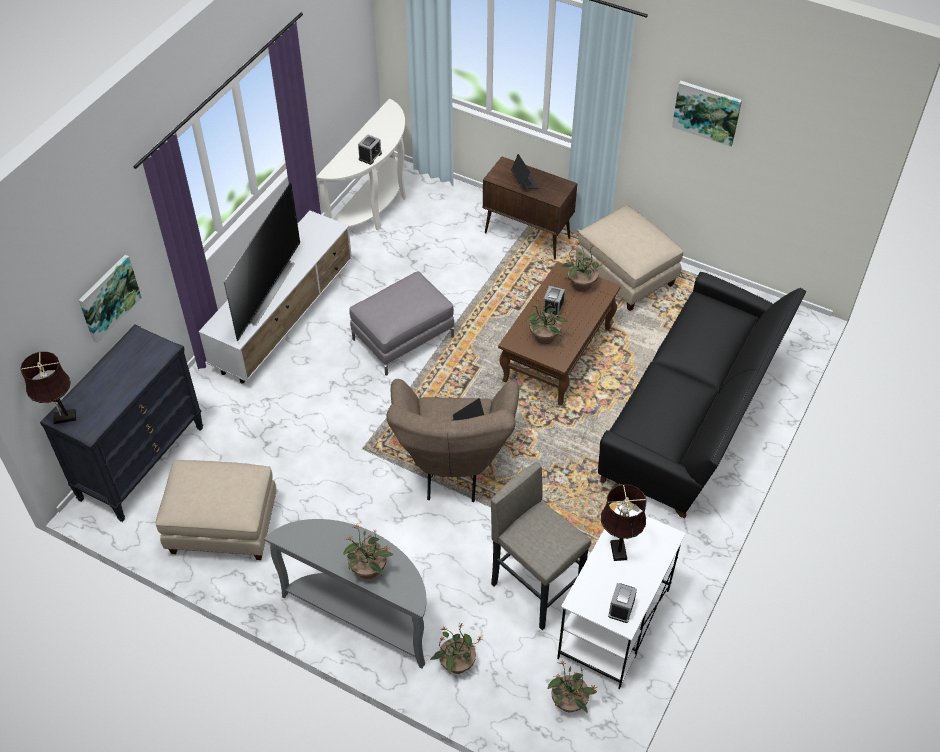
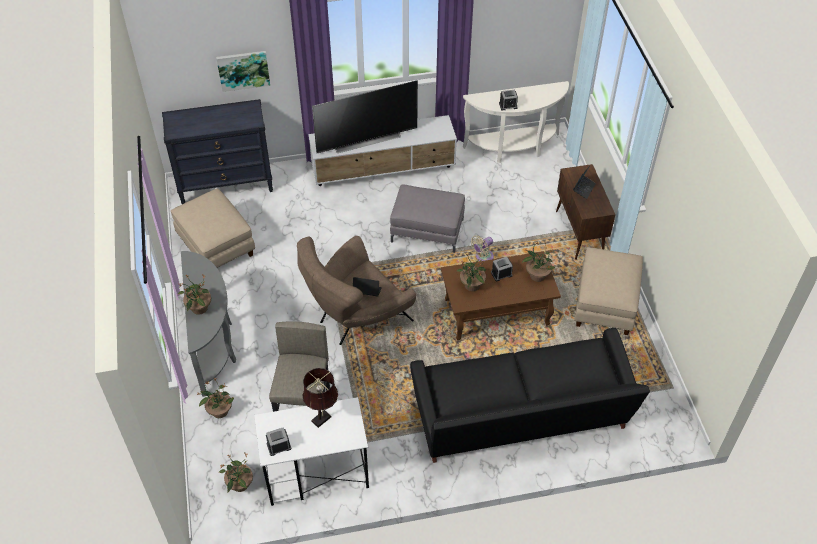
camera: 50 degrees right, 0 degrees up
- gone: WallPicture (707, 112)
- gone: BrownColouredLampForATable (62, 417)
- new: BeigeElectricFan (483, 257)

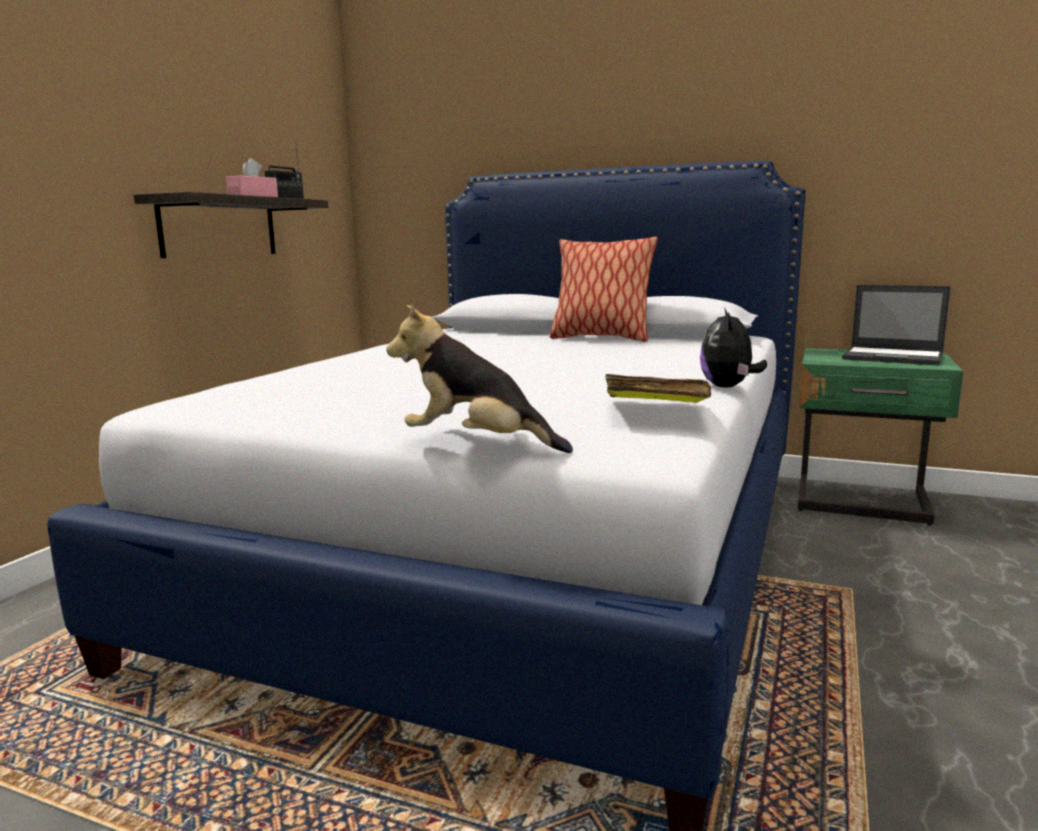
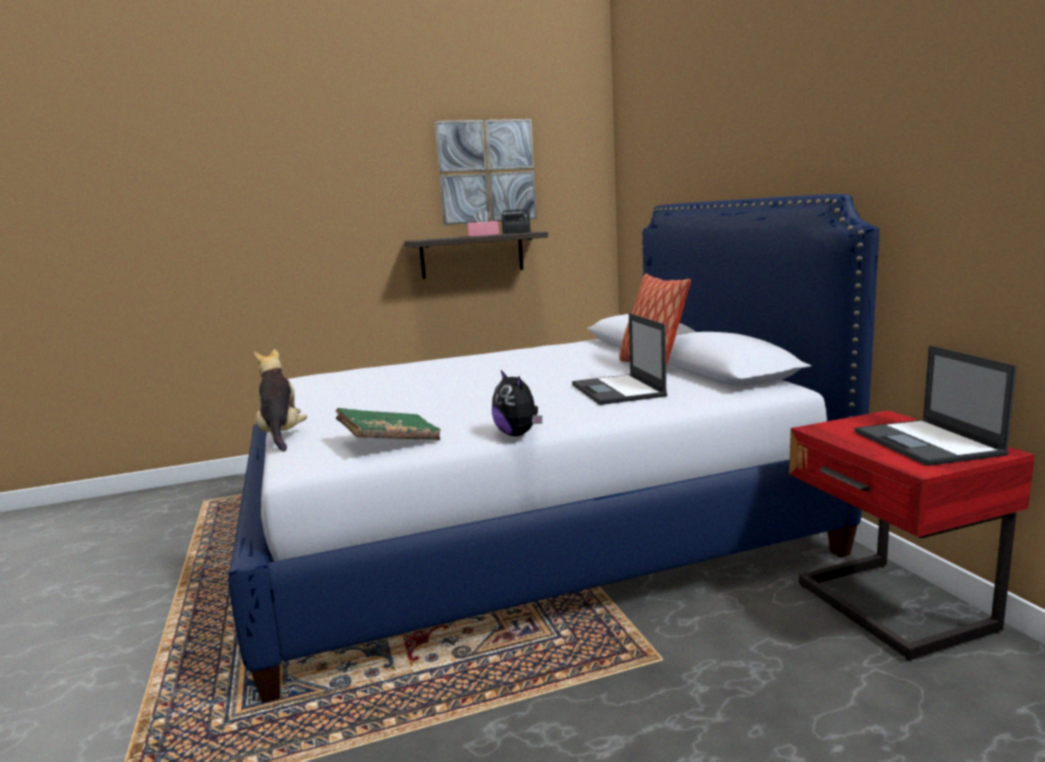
camera: 50 degrees right, 0 degrees up
- rotated: SoftToy (728, 387) = (518, 434) 90 degrees counterclockwise
- repainted: GreenBedsideTable (862, 504) to RedBedsideTable (890, 609)
- repainted: YellowishBoundBook (654, 414) to GreenBoundBook (390, 441)
- new: WallPicture (486, 172)
- new: Laptop (618, 390)

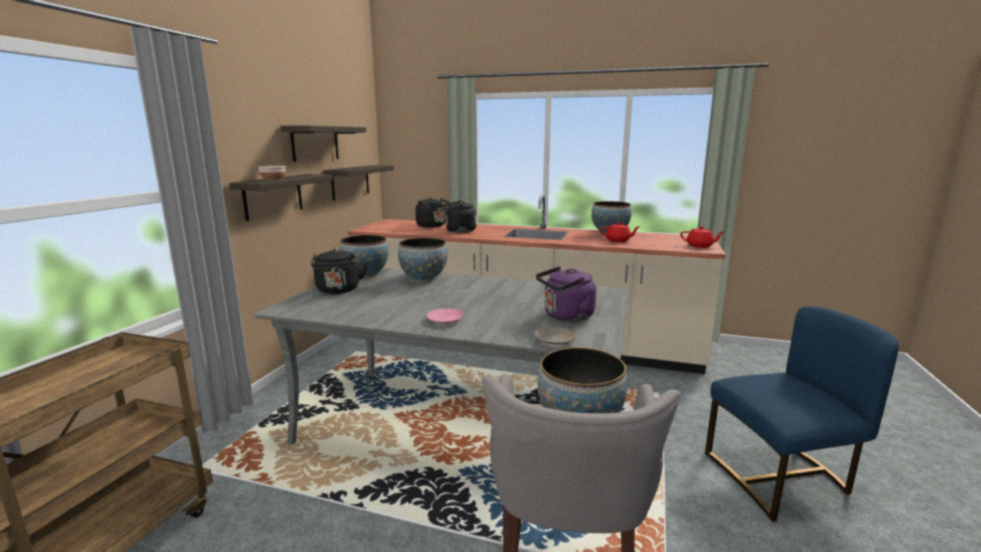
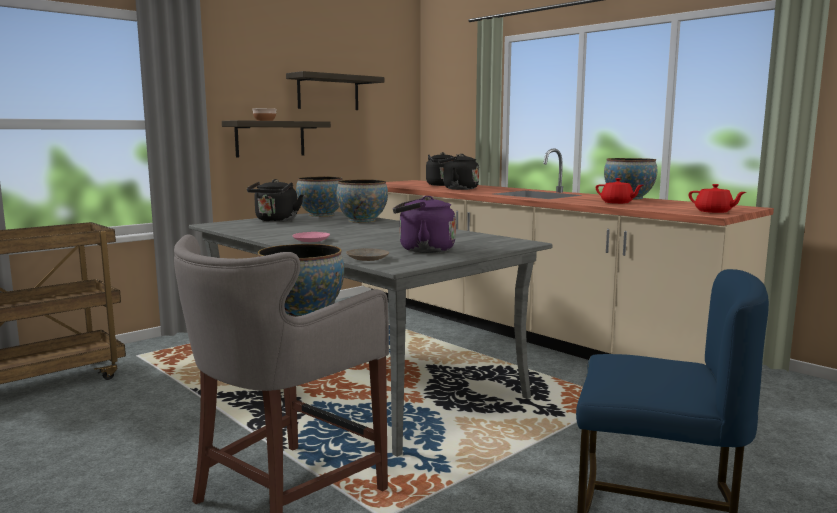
camera: 30 degrees right, 5 degrees down
- gone: WallShelf (350, 182)

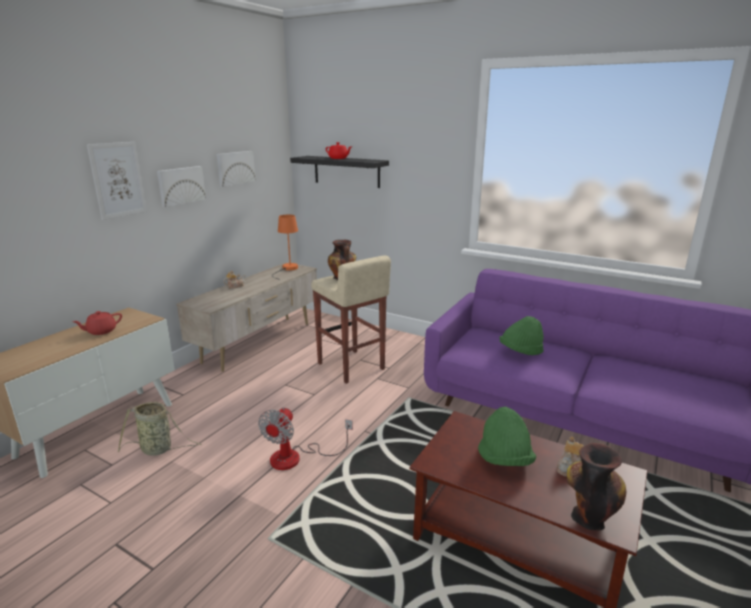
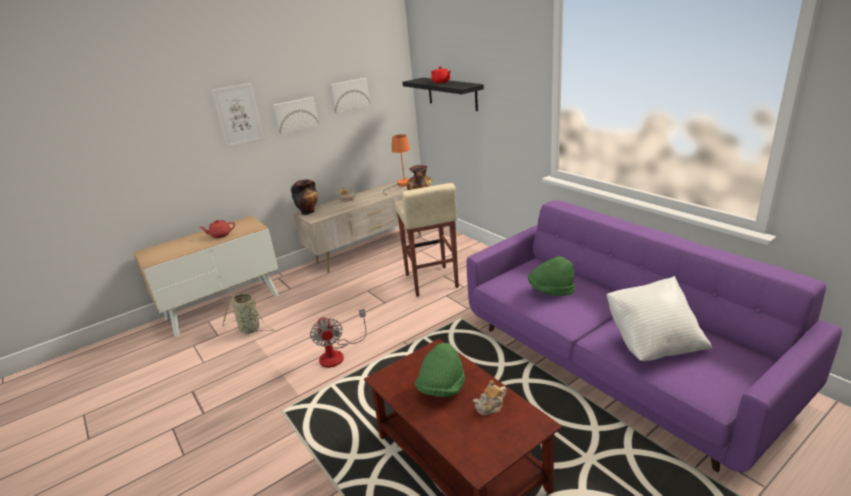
camera: 25 degrees right, 5 degrees up
- rotated: ElectricFan (296, 457) = (338, 354) 60 degrees counterclockwise
- shifted: DecorativeVase (588, 516) to (308, 211)
- new: WhitishCushion (653, 342)

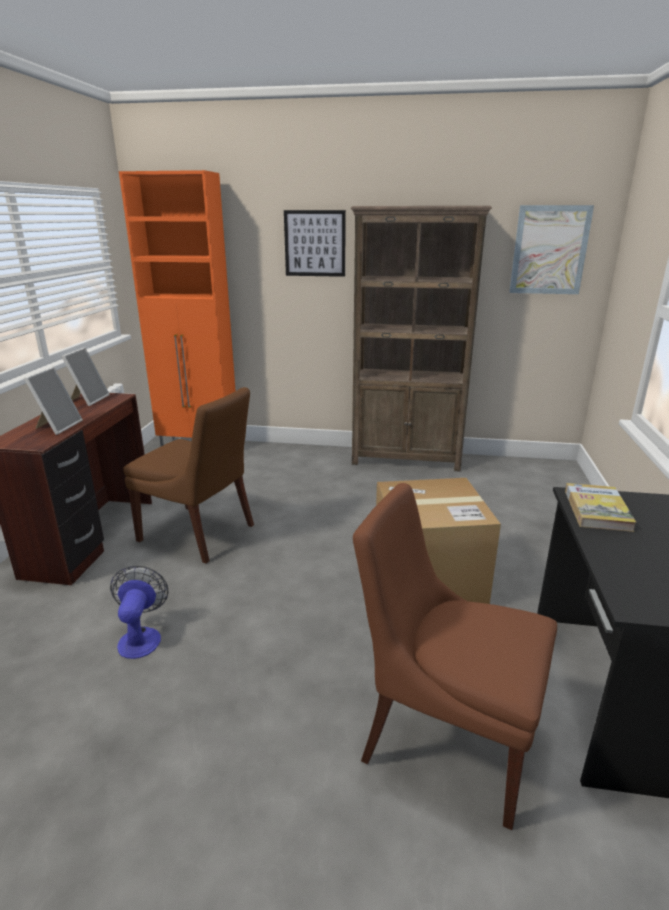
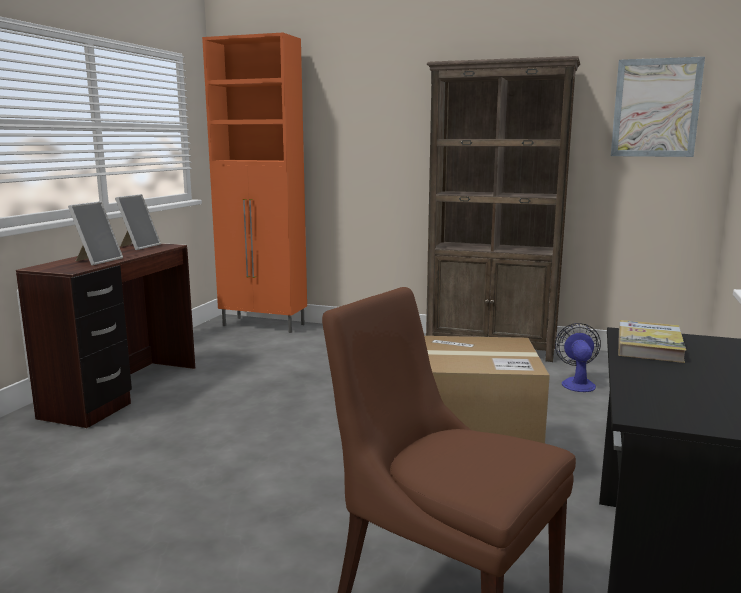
camera: 10 degrees right, 10 degrees down
- gone: WallPicture (315, 243)
- gone: BrownColouredPlainChair (200, 534)
- shifted: ElectricFan (141, 637) to (577, 383)

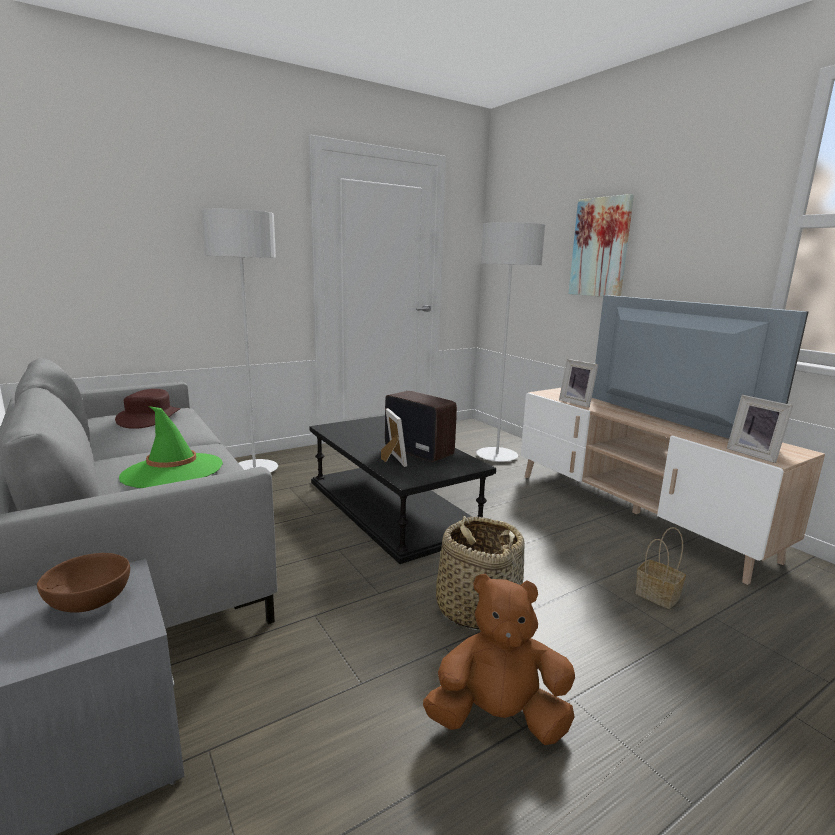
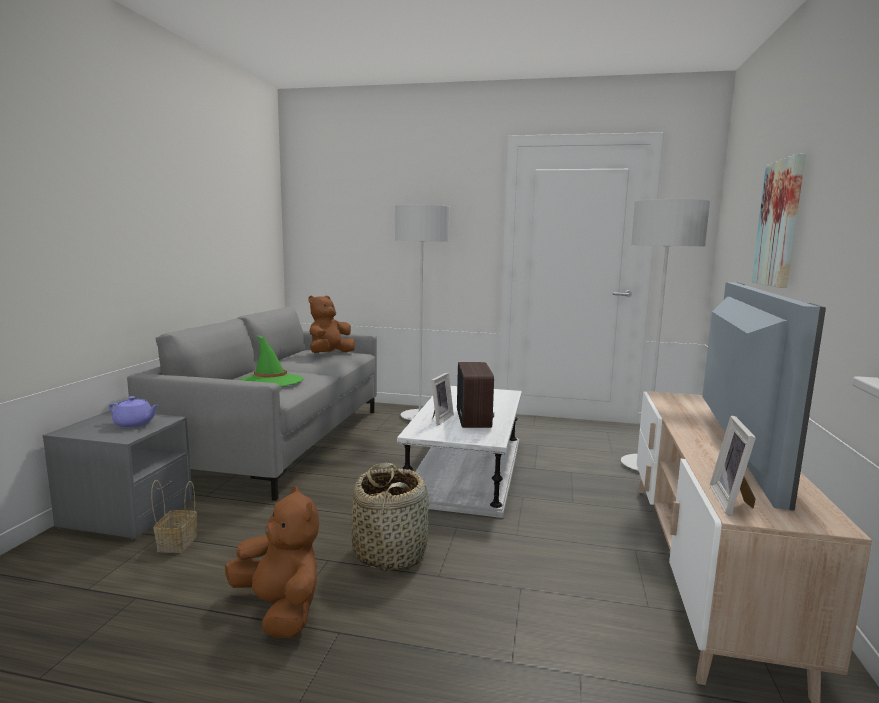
camera: 45 degrees right, 5 degrees down
- gone: PictureFrame (577, 403)
- swapped: BrownColouredClothingHat (149, 418) to BrownColouredSoftToy (329, 354)
- repainted: BlackColouredCoffeeTable (391, 506) to WhitishCoffeeTable (466, 469)
- shifted: HouseholdBasket (655, 595) to (177, 542)
- swapped: BrownColouredServingBowl (87, 603) to PurplePotForTea (135, 424)

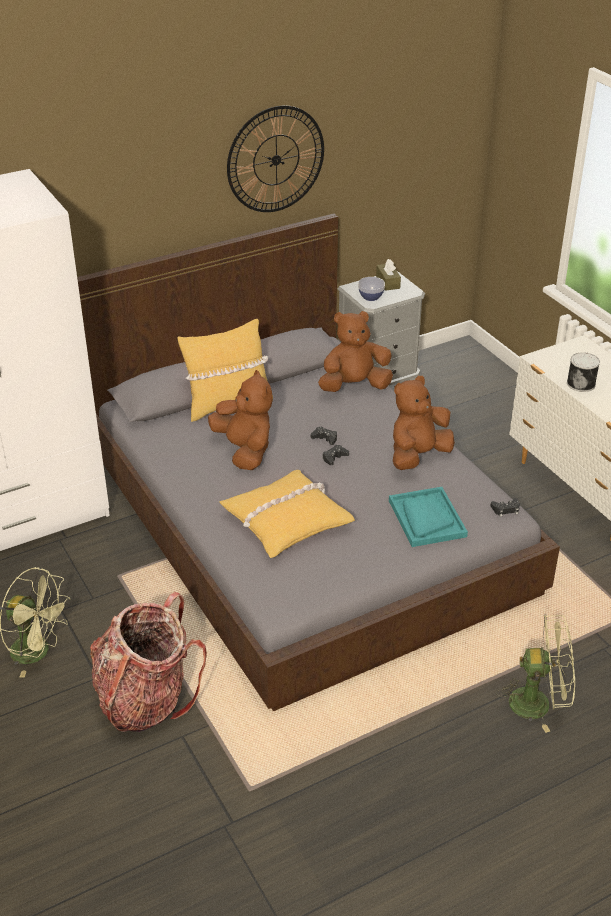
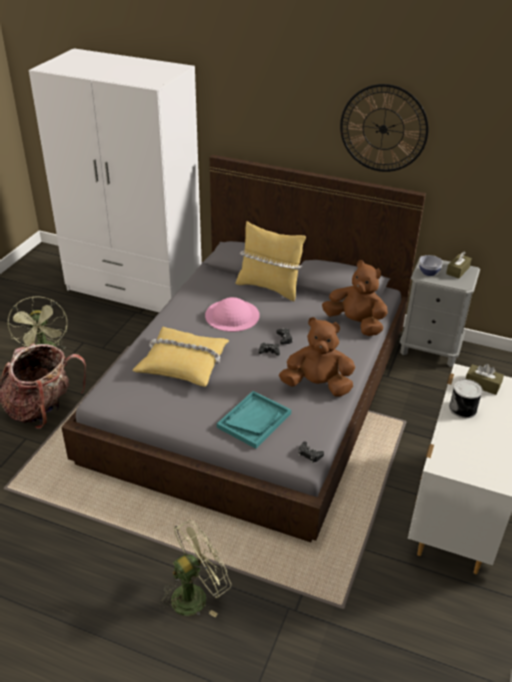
camera: 50 degrees right, 0 degrees up
- swapped: BrownColouredSoftToy (245, 450) to PinkColouredClothingHat (232, 315)
- rotated: GreenElectricFan (538, 703) = (195, 594) 90 degrees counterclockwise
- new: BrownColouredTissueHolder (482, 384)

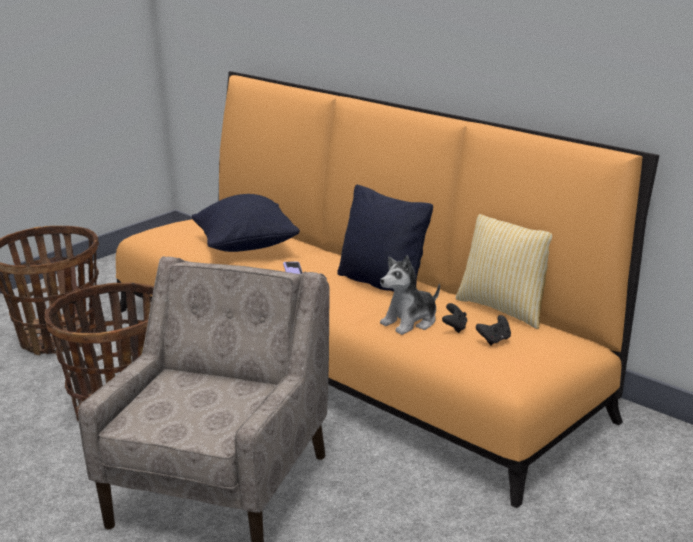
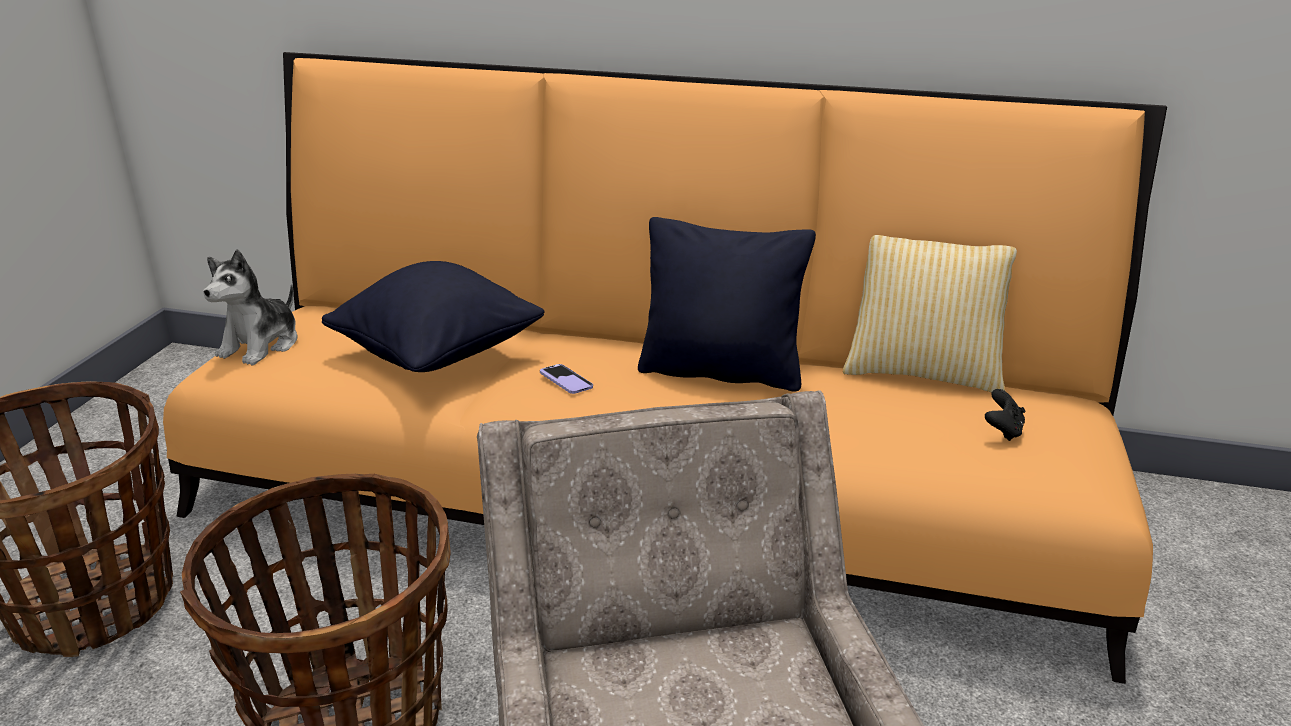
camera: 30 degrees left, 5 degrees up
- shifted: SoftToy (410, 322) to (261, 345)
- gone: BlackColouredJoypad (455, 328)

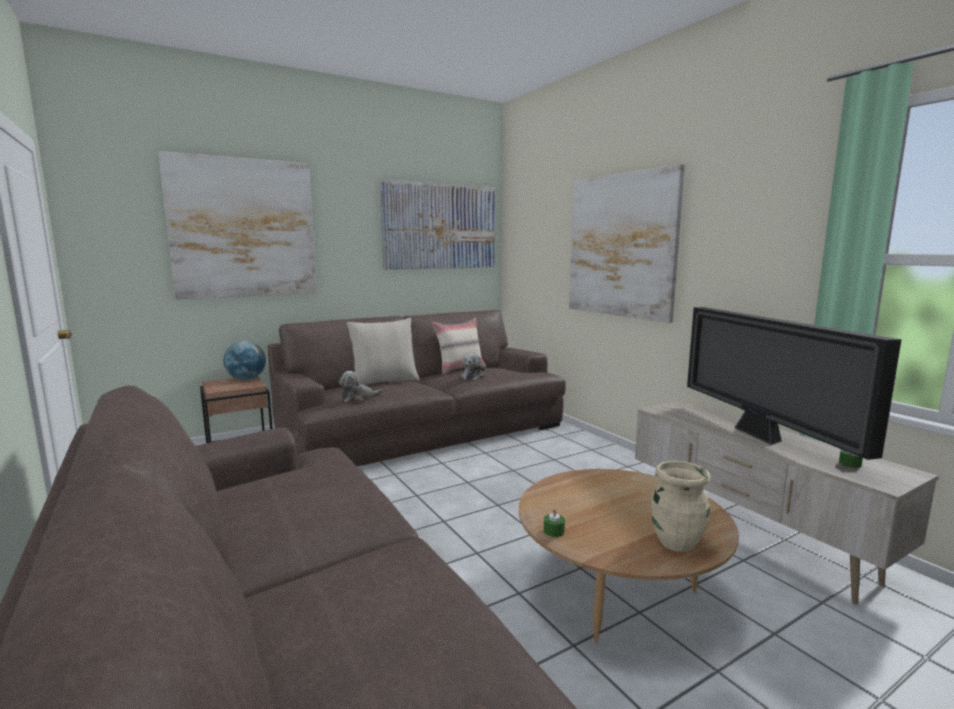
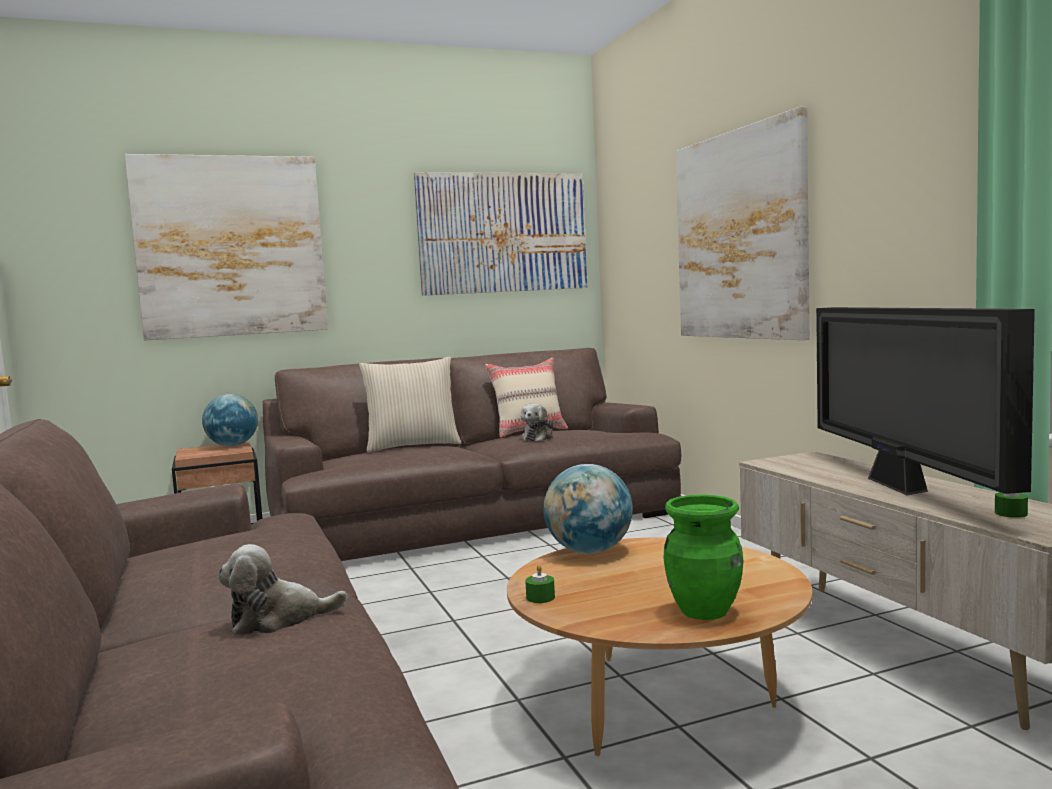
camera: 10 degrees right, 5 degrees down
- shifted: SoftToy (358, 398) to (278, 619)
- repainted: BeigeDecorativeVase (677, 542) to GreenDecorativeVase (705, 611)
- new: WorldGlobe (589, 551)

